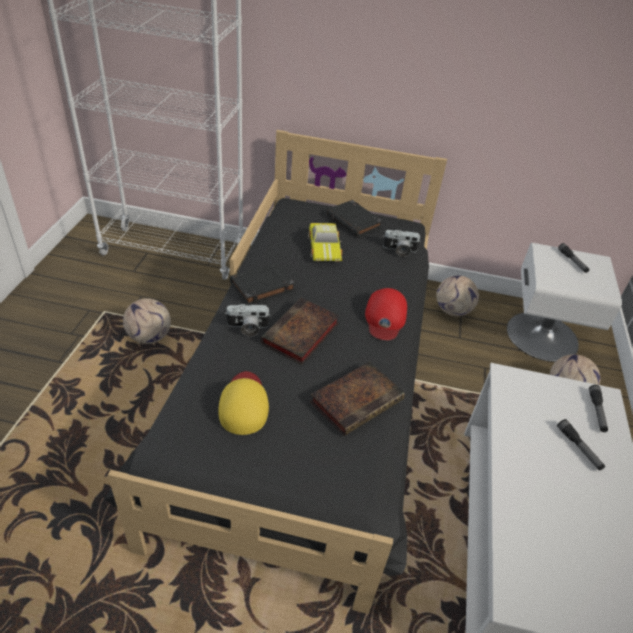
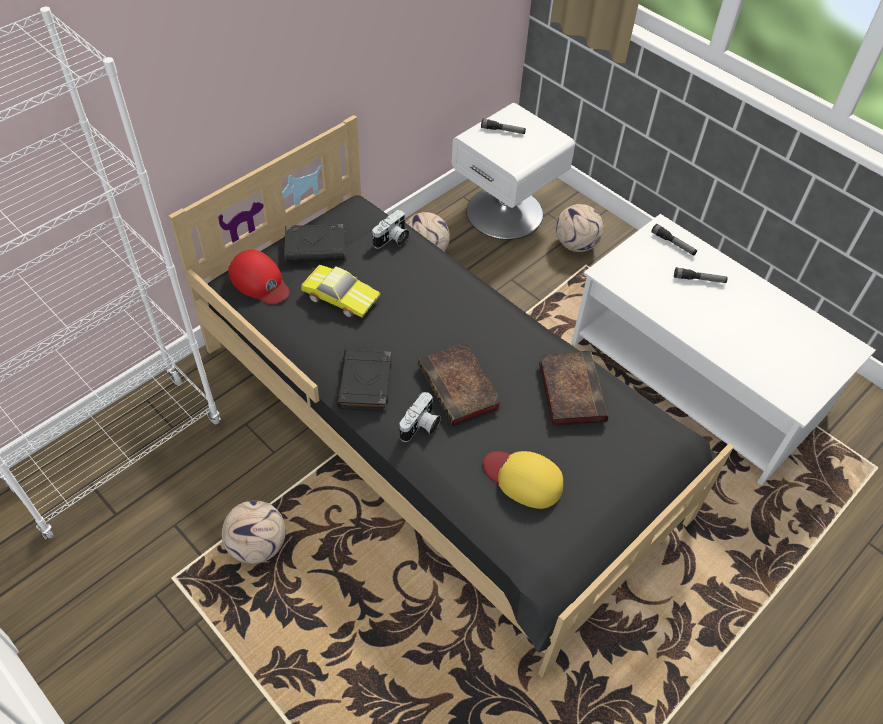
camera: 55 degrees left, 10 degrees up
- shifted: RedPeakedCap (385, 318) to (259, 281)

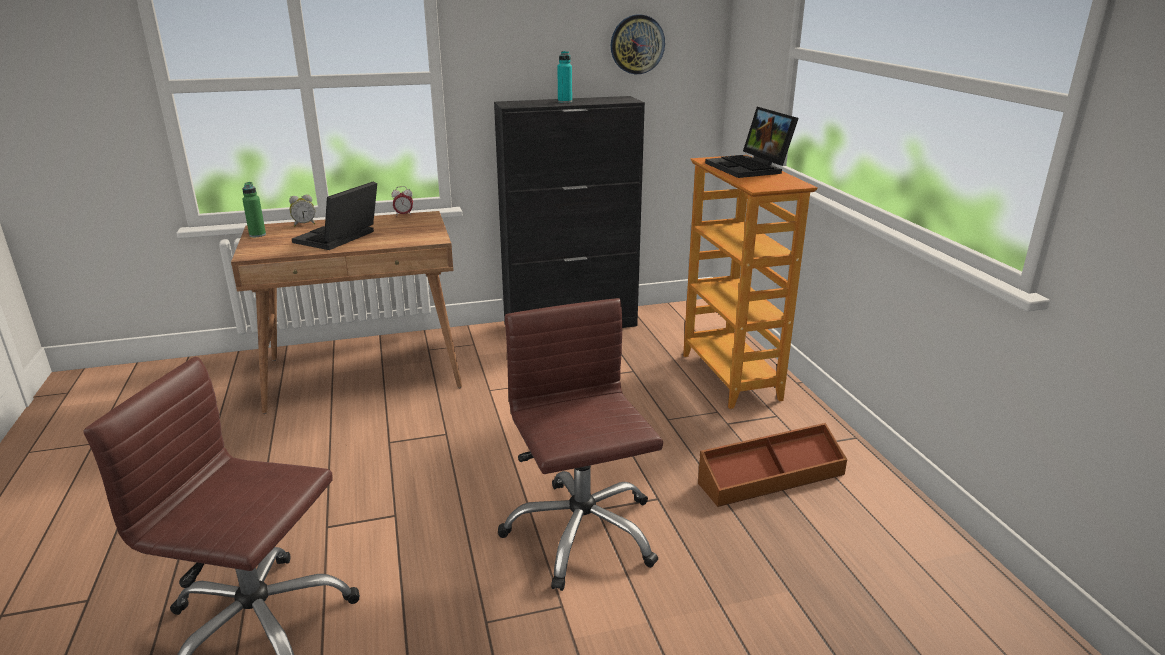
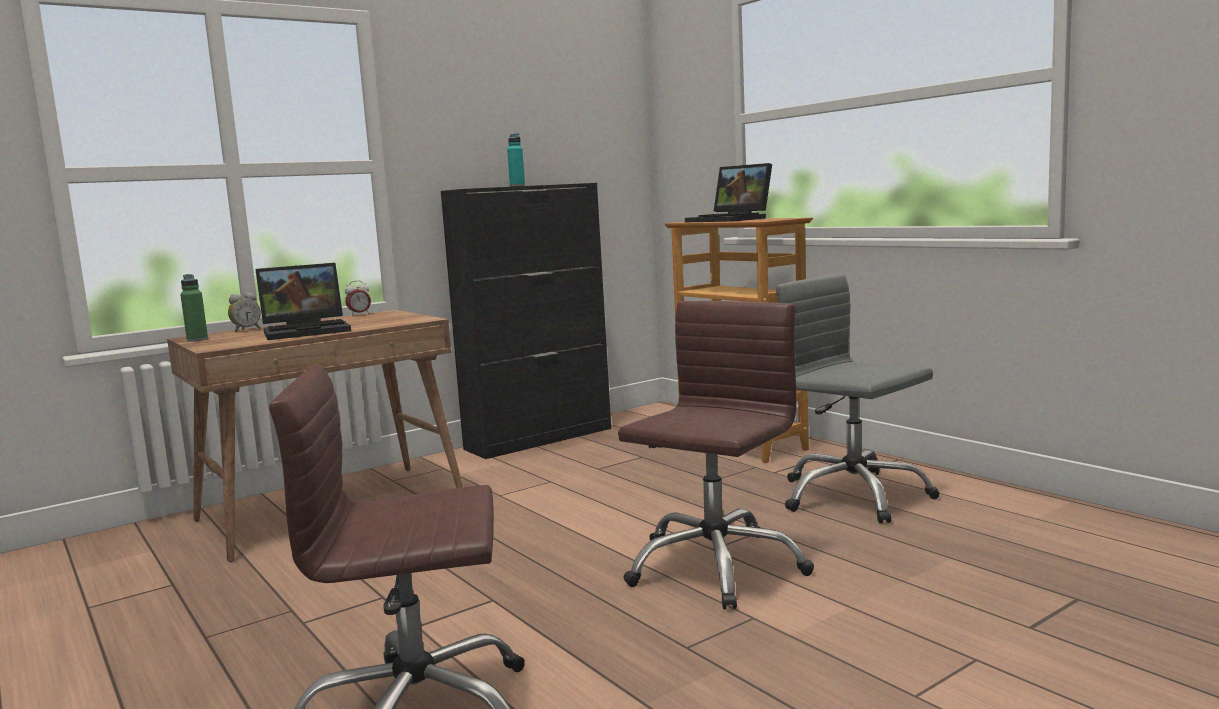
camera: 20 degrees left, 15 degrees down
- gone: HangingClock (637, 44)
- rotated: Laptop (338, 238) = (308, 330) 120 degrees counterclockwise
- rotated: BrownColouredOfficeChair (581, 532) = (714, 567) 75 degrees clockwise
- swapped: BrownColouredStorageBin (770, 477) to GreyishOfficeChair (853, 496)

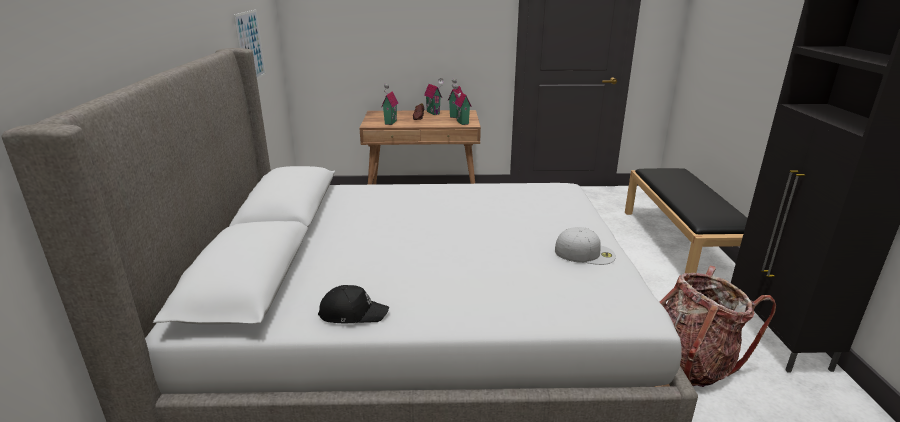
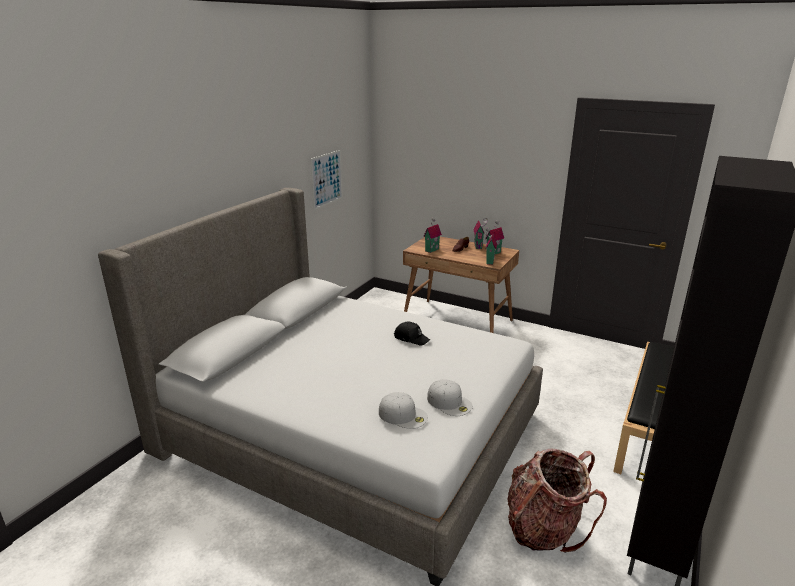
camera: 30 degrees right, 0 degrees up
- shifted: BlackColouredPeakedCap (352, 313) to (411, 338)
- new: WhitishPeakedCap (403, 415)

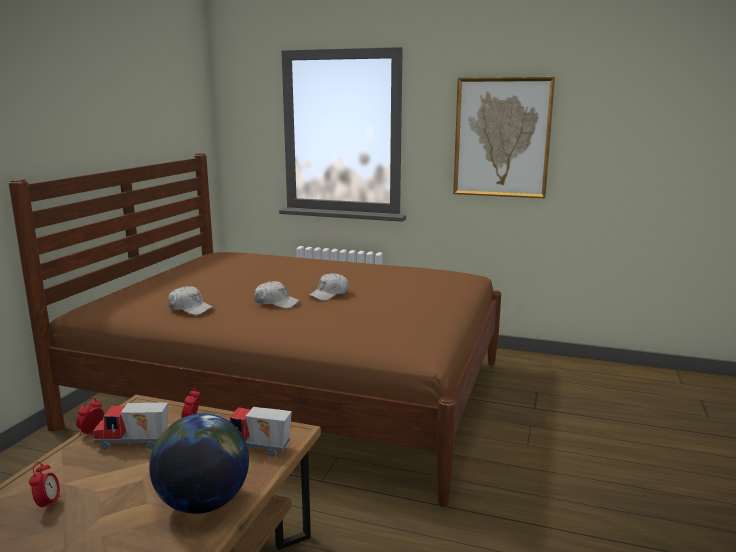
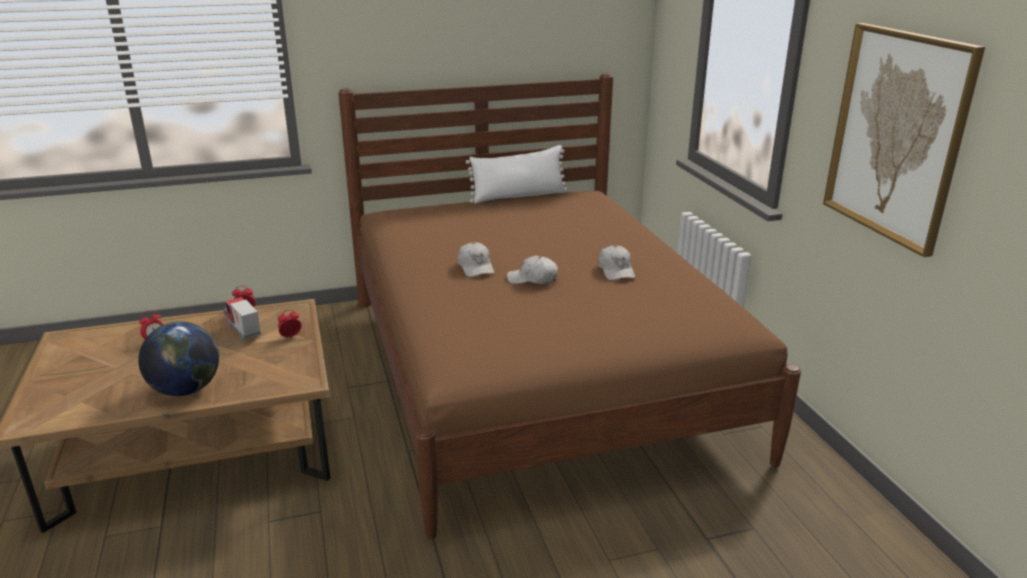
camera: 55 degrees right, 10 degrees up
- shifted: WhitishPeakedCap (190, 308) to (616, 270)
- gone: ToyLorry (256, 449)
- new: WhitishCushion (518, 196)

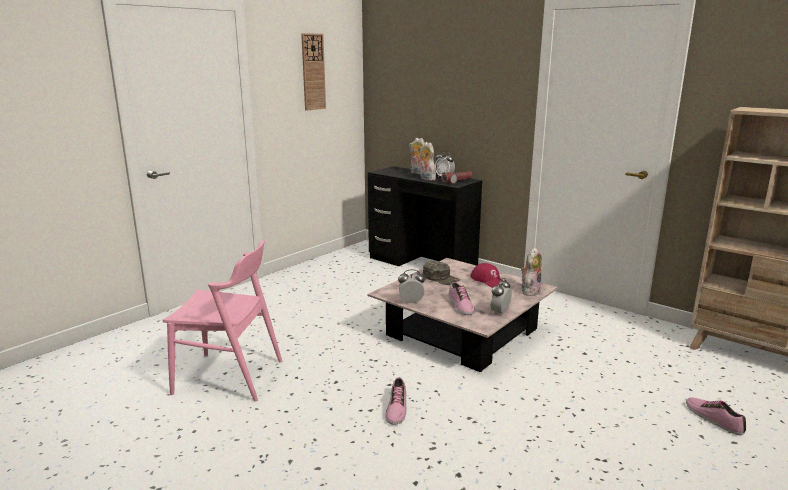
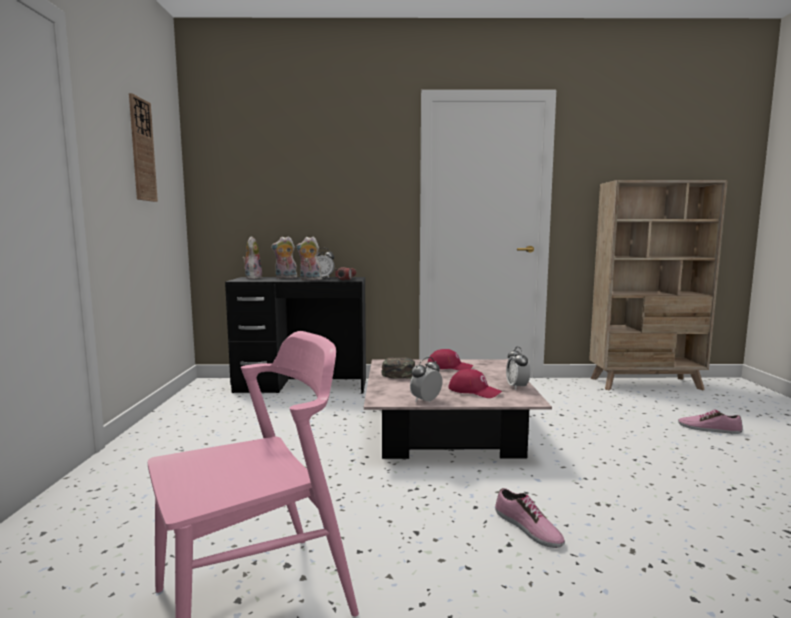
camera: 40 degrees left, 10 degrees down
- shifted: SoftToy (529, 291) to (252, 278)
- swapped: ItemOfFootwear (460, 305) to RedPeakedCap (474, 391)

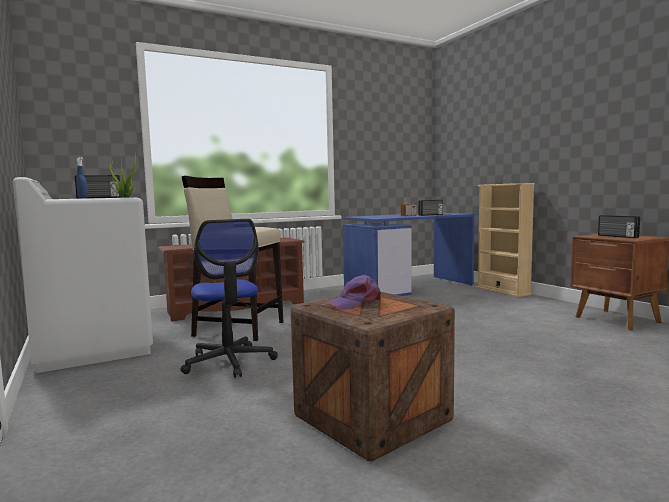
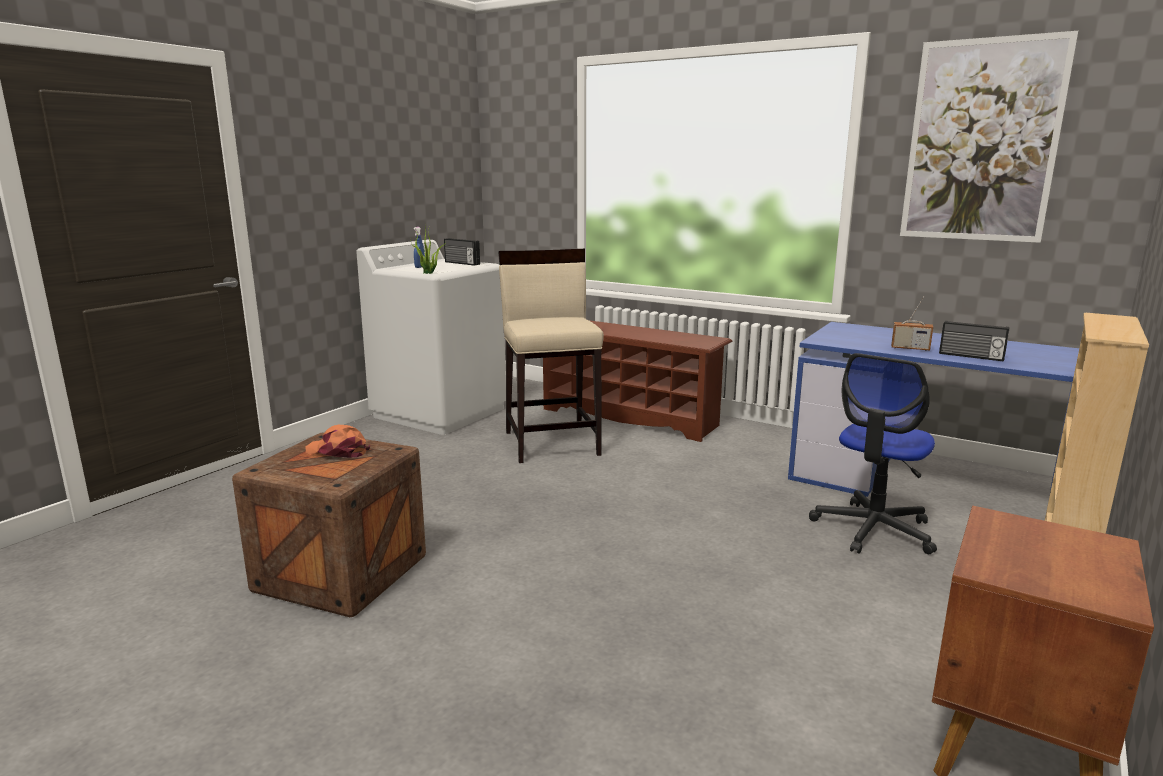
camera: 60 degrees right, 10 degrees up
- gone: RadioSet (617, 236)
- shifted: OfficeChair (229, 362) to (873, 529)
- repainted: PurplePeakedCap (355, 303) to OrangeColouredPeakedCap (338, 451)
- new: WallPicture (981, 141)

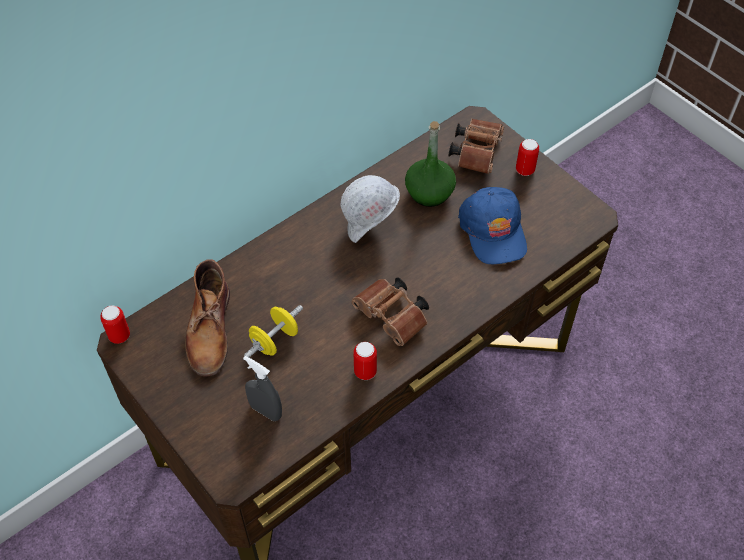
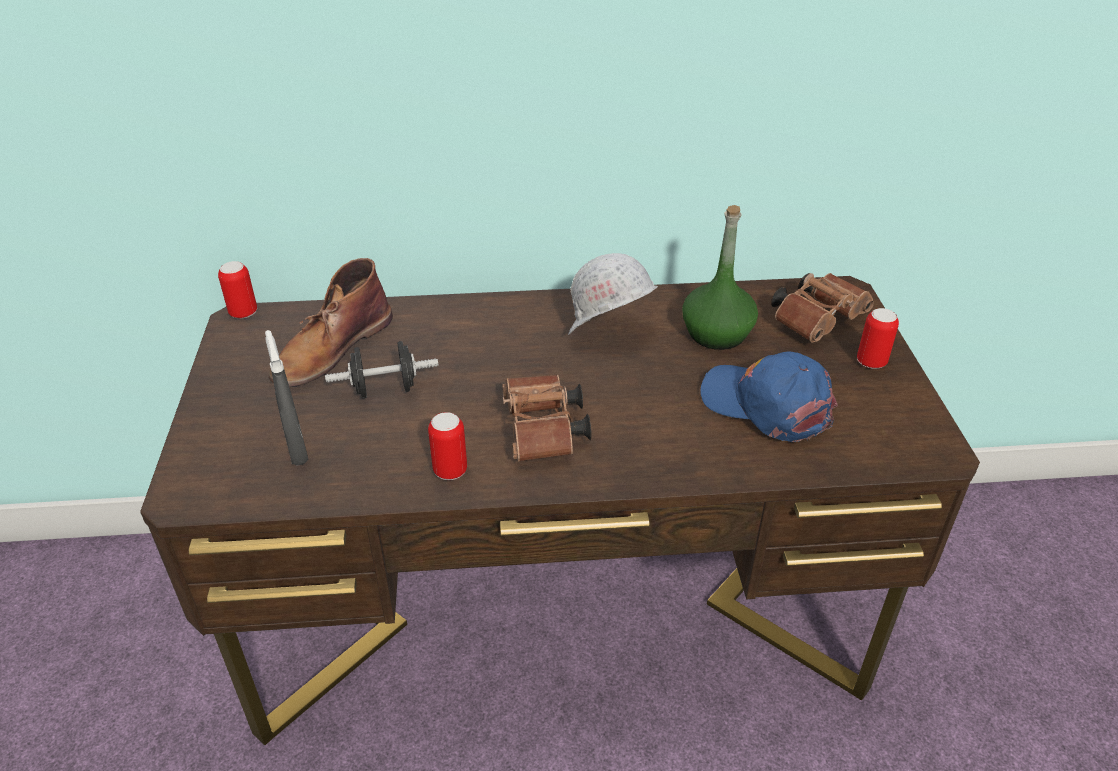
camera: 35 degrees right, 15 degrees down
- rotated: BluePeakedCap (493, 231) = (767, 405) 105 degrees clockwise
- repainted: YellowishHandWeight (274, 340) to BlackColouredHandWeight (385, 389)

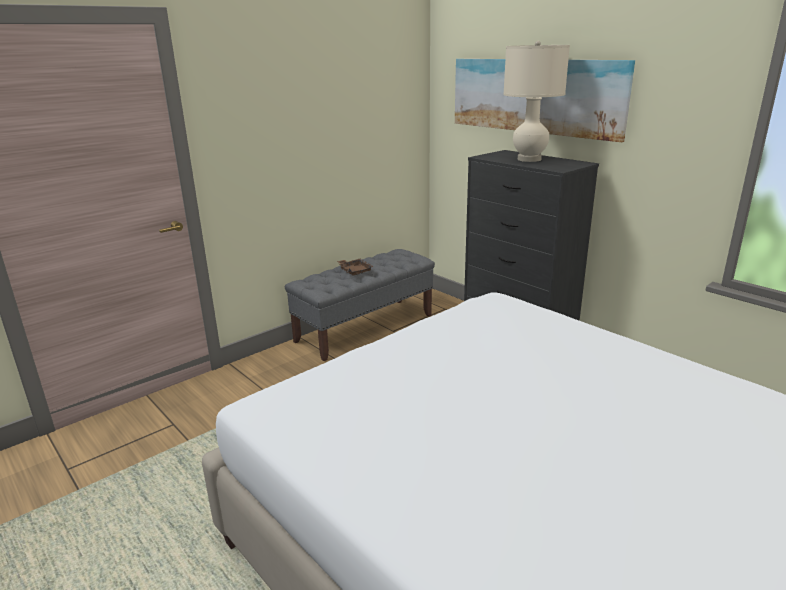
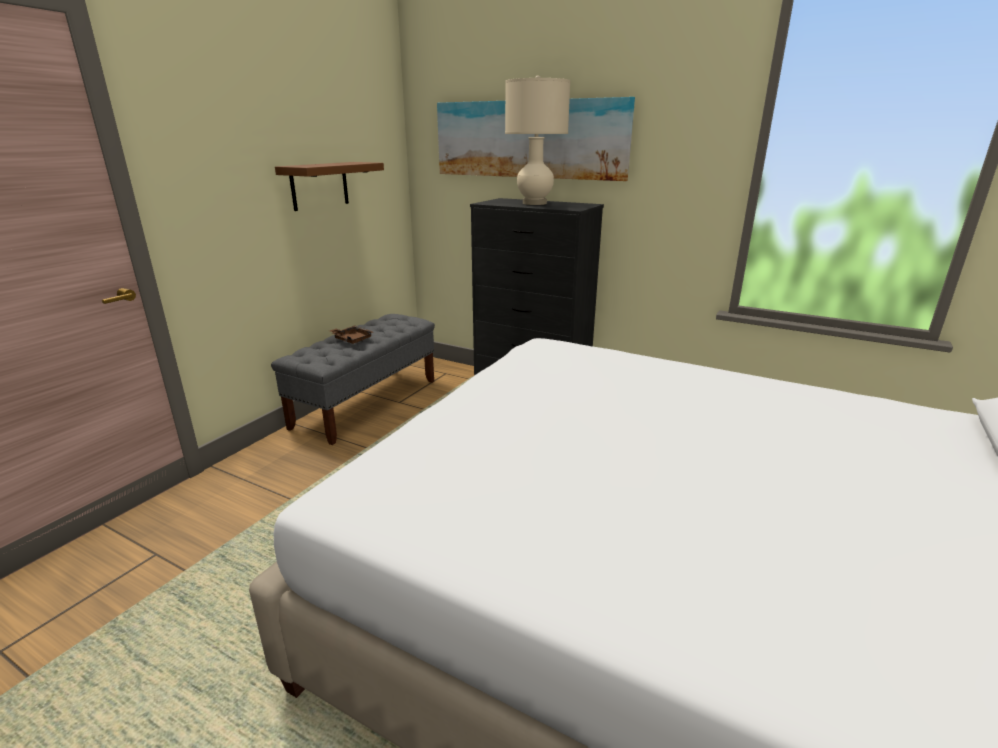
camera: 20 degrees left, 0 degrees up
- new: BrownColouredWallShelf (319, 185)

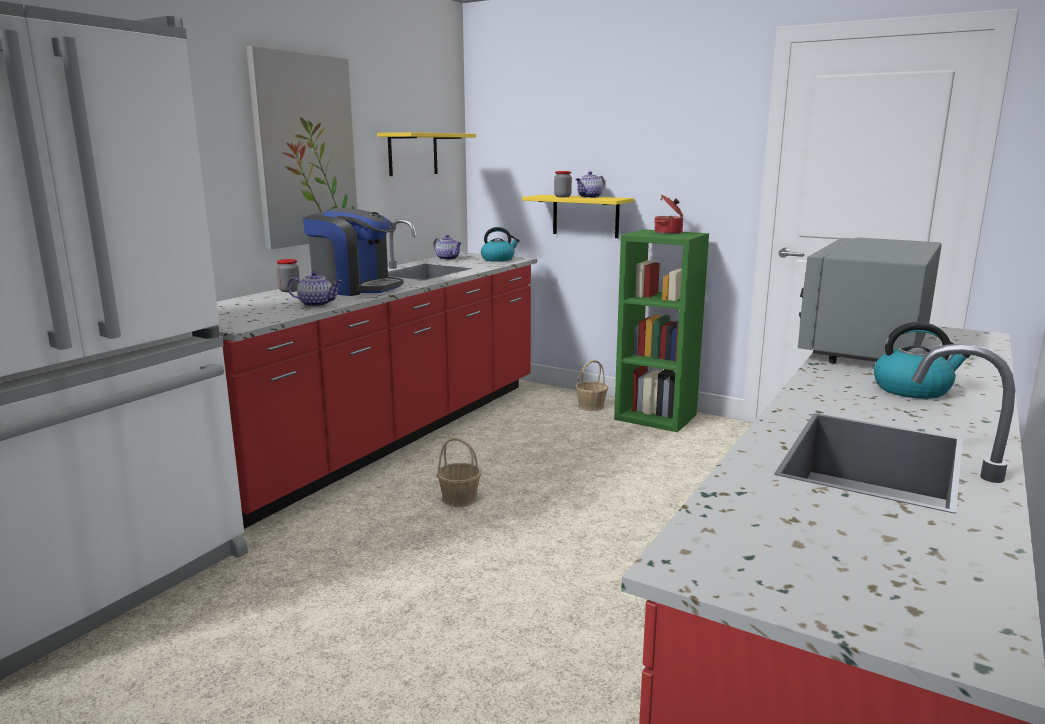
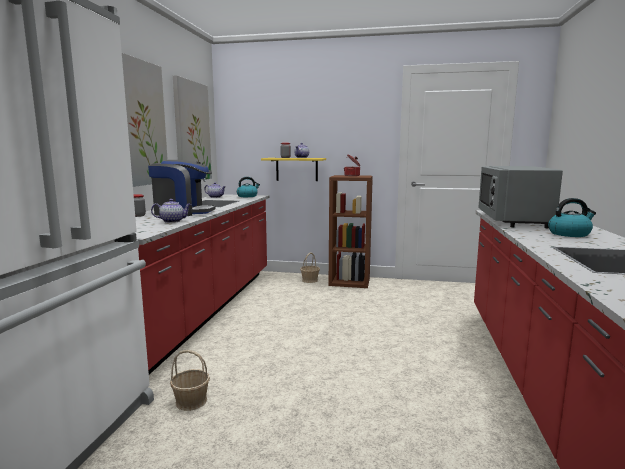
camera: 20 degrees left, 5 degrees down
- swapped: YellowishWallShelf (413, 154) to WallPicture (192, 132)
- repainted: GreenShelvingUnit (656, 417) to BrownColouredShelvingUnit (350, 282)
- shifted: HouseholdBasket (459, 498) to (191, 401)

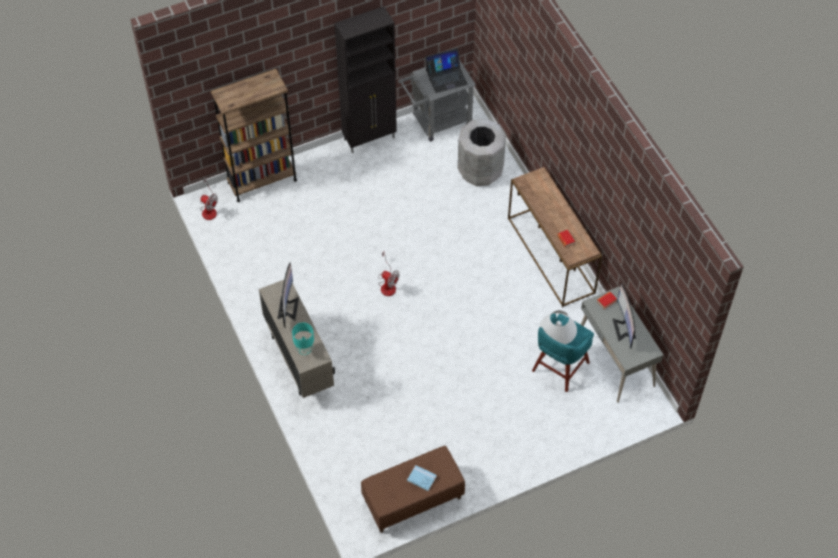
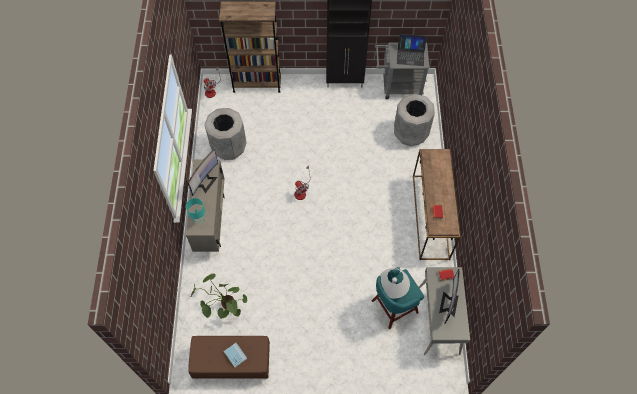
camera: 25 degrees right, 5 degrees up
- new: GreyishWasteBin (228, 147)
- new: PlantInAPot (223, 307)

